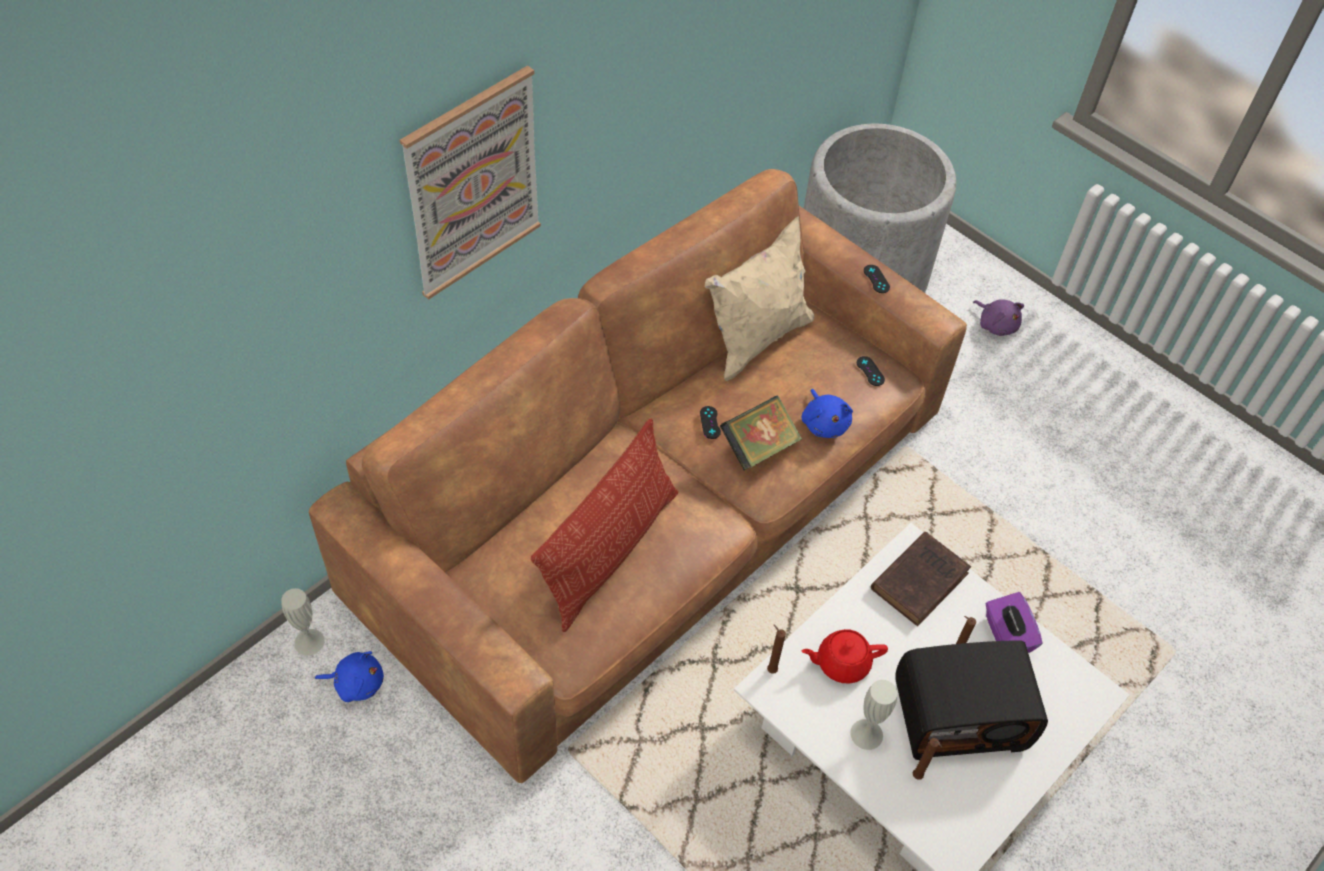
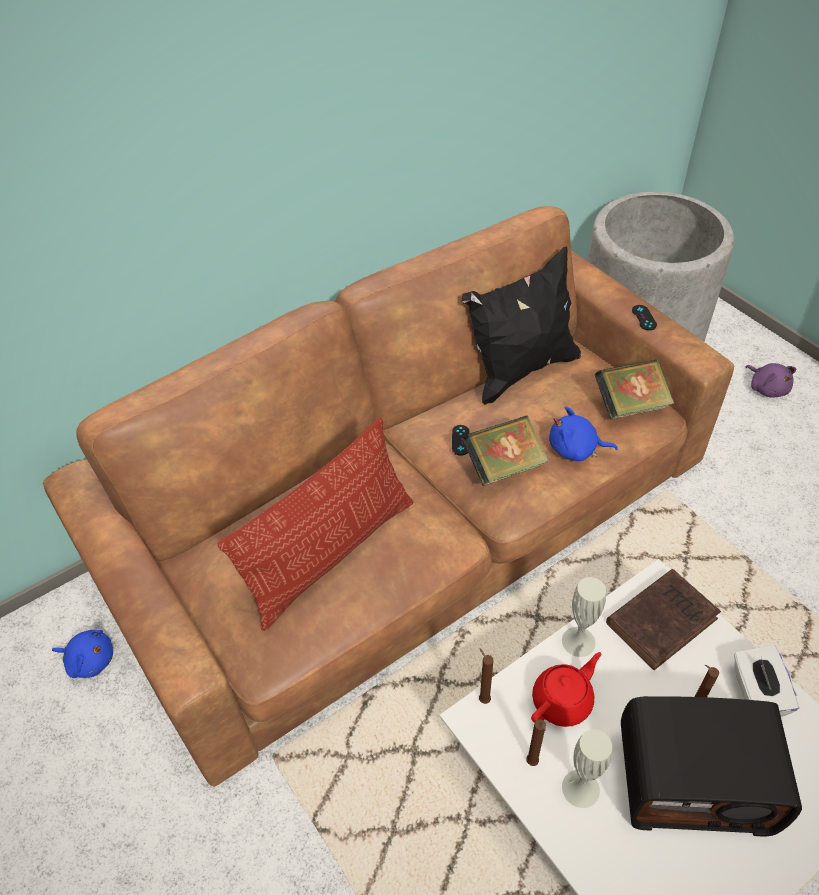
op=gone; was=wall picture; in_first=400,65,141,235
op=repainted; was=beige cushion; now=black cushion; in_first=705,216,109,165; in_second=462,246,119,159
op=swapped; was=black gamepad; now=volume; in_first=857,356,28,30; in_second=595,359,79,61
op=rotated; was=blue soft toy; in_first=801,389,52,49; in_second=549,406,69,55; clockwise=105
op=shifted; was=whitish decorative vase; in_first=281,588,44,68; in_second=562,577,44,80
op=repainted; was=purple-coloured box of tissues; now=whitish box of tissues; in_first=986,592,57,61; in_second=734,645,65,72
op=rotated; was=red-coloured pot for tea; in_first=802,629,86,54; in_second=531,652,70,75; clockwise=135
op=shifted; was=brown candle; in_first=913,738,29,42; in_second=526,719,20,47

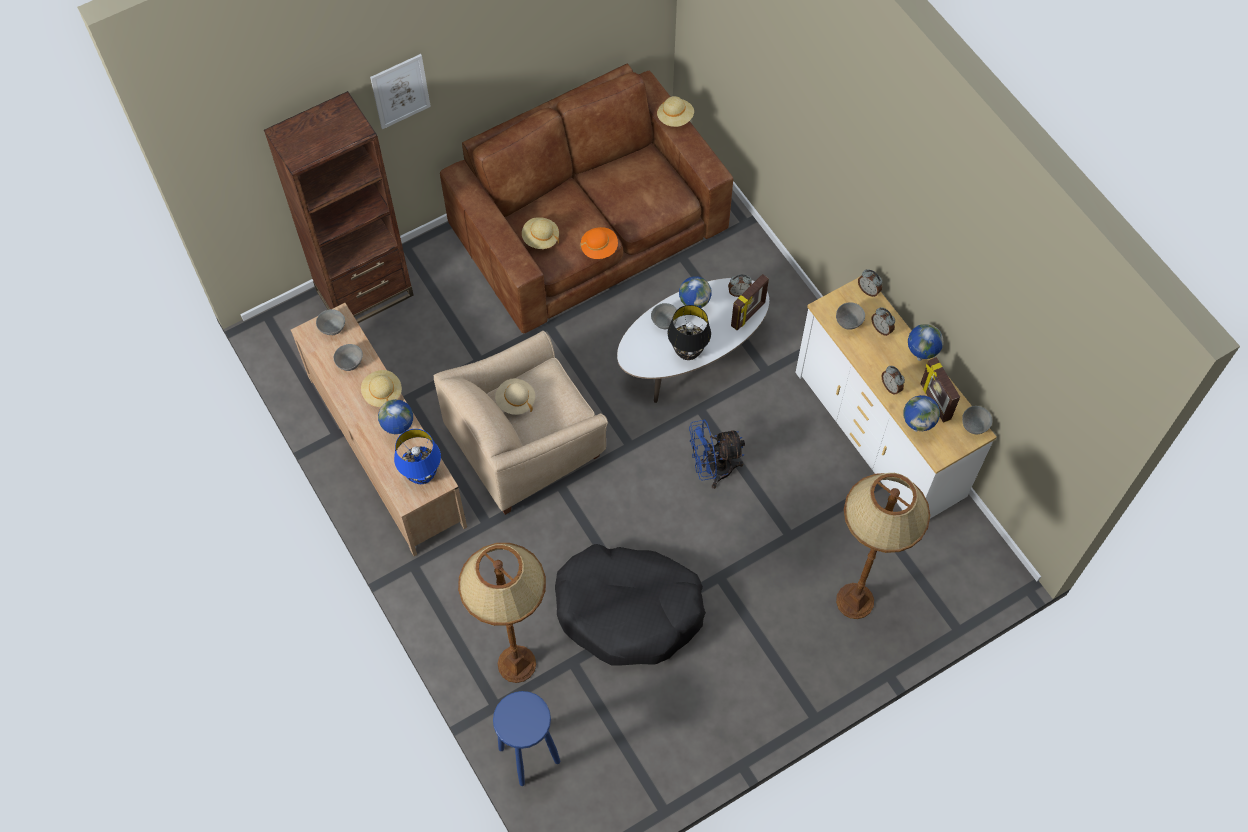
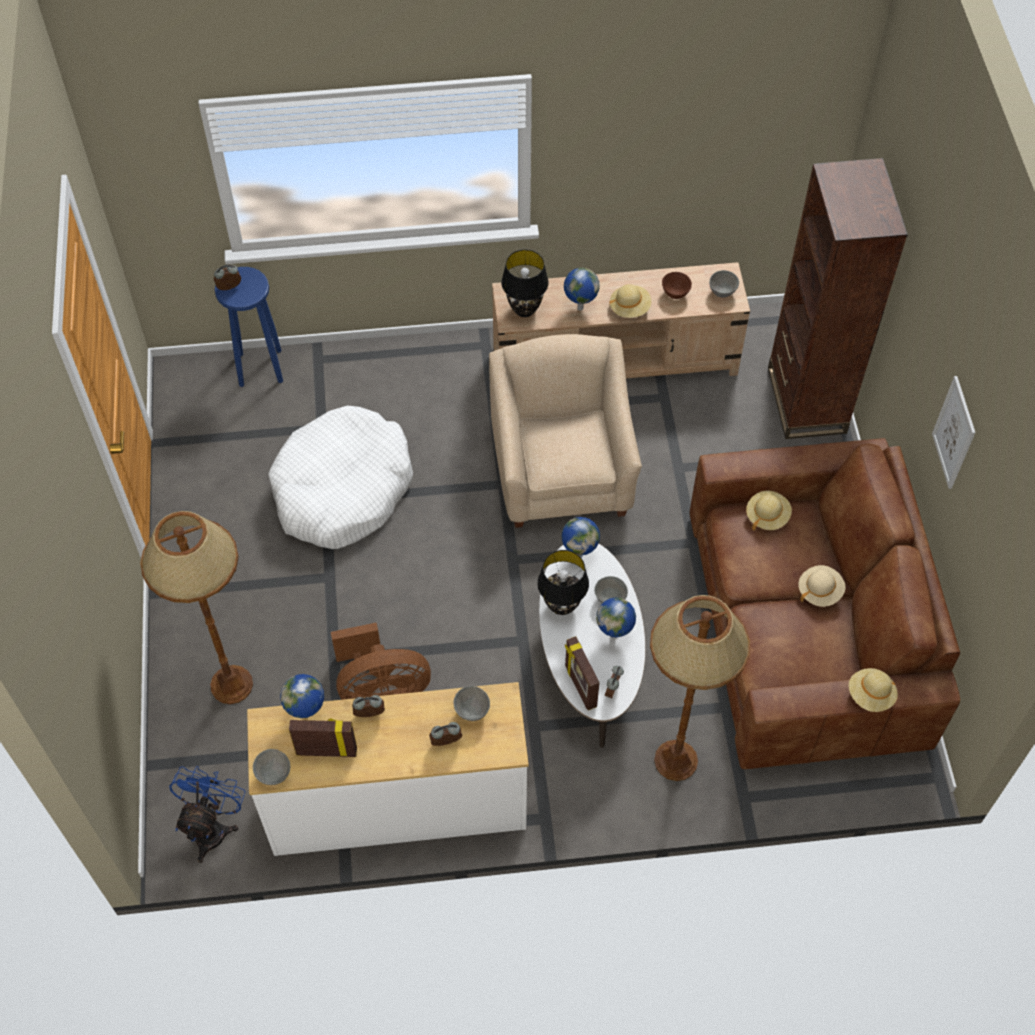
op=shifted; was=wall picture; in_first=370,54,61,75; in_second=932,376,44,113
op=gone; was=orangey wearable hat; in_first=581,227,37,32
op=shifted; was=table clock; in_first=858,269,25,28; in_second=214,265,27,25
op=shifted; was=globe; in_first=908,324,36,37; in_second=561,517,39,41
op=repainted; was=greyish serving bowl; now=brown serving bowl; in_first=334,344,29,27; in_second=662,272,30,27
op=shifted; was=beige wearable hat; in_first=495,379,40,36; in_second=798,565,48,42
op=shifted; was=blue cooling fan; in_first=689,419,56,70; in_second=169,766,76,97
op=repainted; was=blue tabletop lamp; now=black tabletop lamp; in_first=394,429,47,55; in_second=501,249,48,68
op=shifted; was=brown standing lamp; in_first=458,543,88,140; in_second=650,595,100,186
op=repainted; was=black dog cushion; now=whitish dog cushion; in_first=555,544,151,122; in_second=268,405,145,144
op=new; now=brown cooling fan; in_second=331,622,100,78

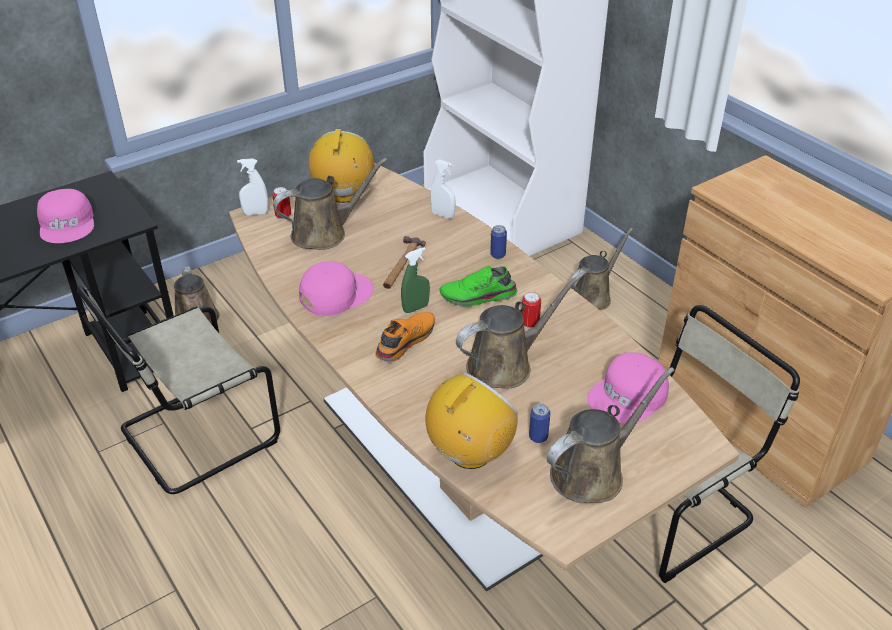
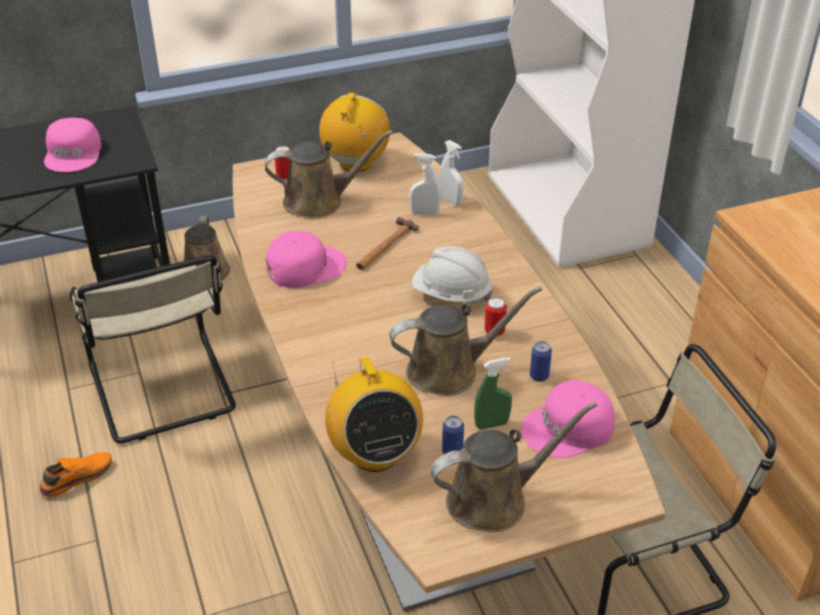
op=shifted; was=whitish spray bottle; in_first=237,158,32,57; in_second=410,153,31,63
op=shifted; was=sealed can; in_first=490,225,17,34; in_second=530,341,22,41
op=gone; was=brown watering can; in_first=571,228,62,82
op=shifted; was=green-coloured spray bottle; in_first=401,247,29,66; in_second=474,357,38,73
op=swapped; was=green-coloured low shoe; now=whitish safety helmet; in_first=440,266,78,41; in_second=412,246,81,57
op=rotated; was=beige upright chair; in_first=77,286,203,208; in_second=70,255,166,188; clockwise=-90
op=shifted; was=orangey low shoe; in_first=375,312,60,50; in_second=39,452,73,46
op=rotated; was=radio receiver; in_first=426,373,92,96; in_second=325,357,98,115; clockwise=105

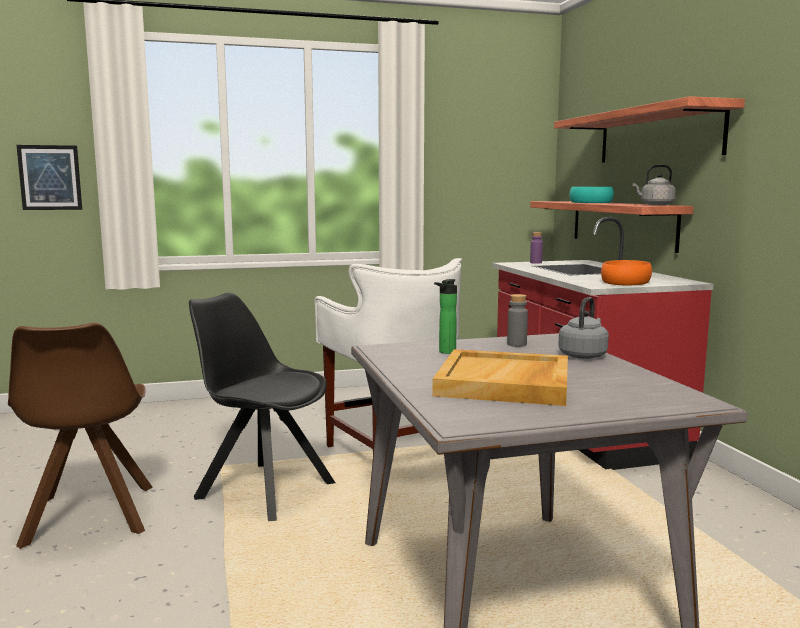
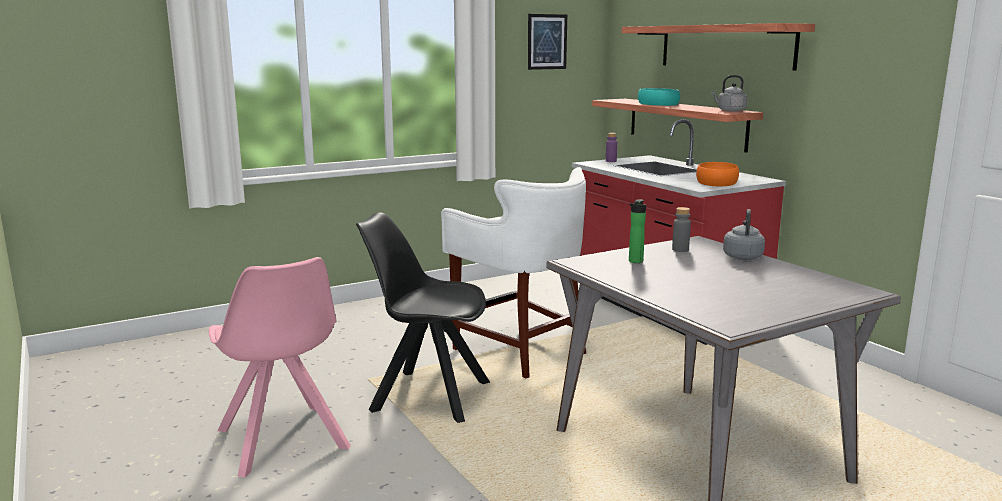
op=shifted; was=wall picture; in_first=17,145,65,65; in_second=528,14,39,56
op=repainted; was=brown upright chair; now=pink-coloured upright chair; in_first=8,323,145,226; in_second=209,257,142,221
op=gone; was=beige carrying tray; in_first=432,349,136,57

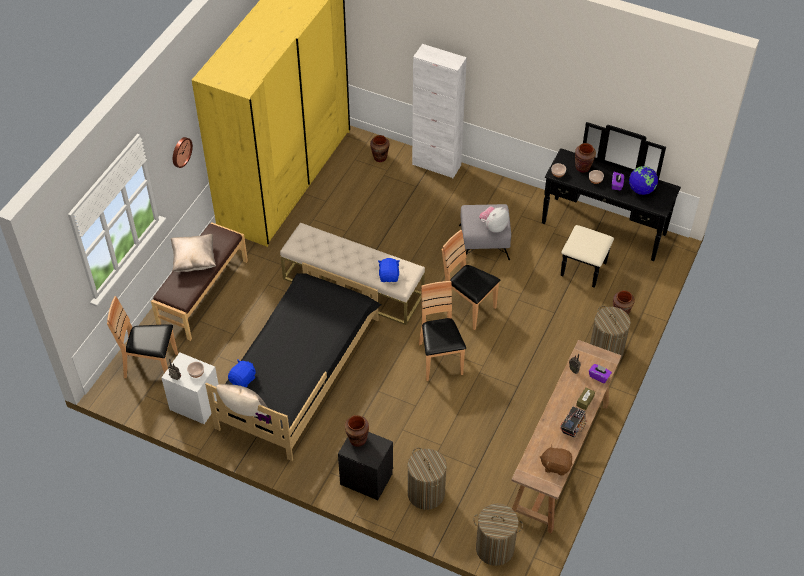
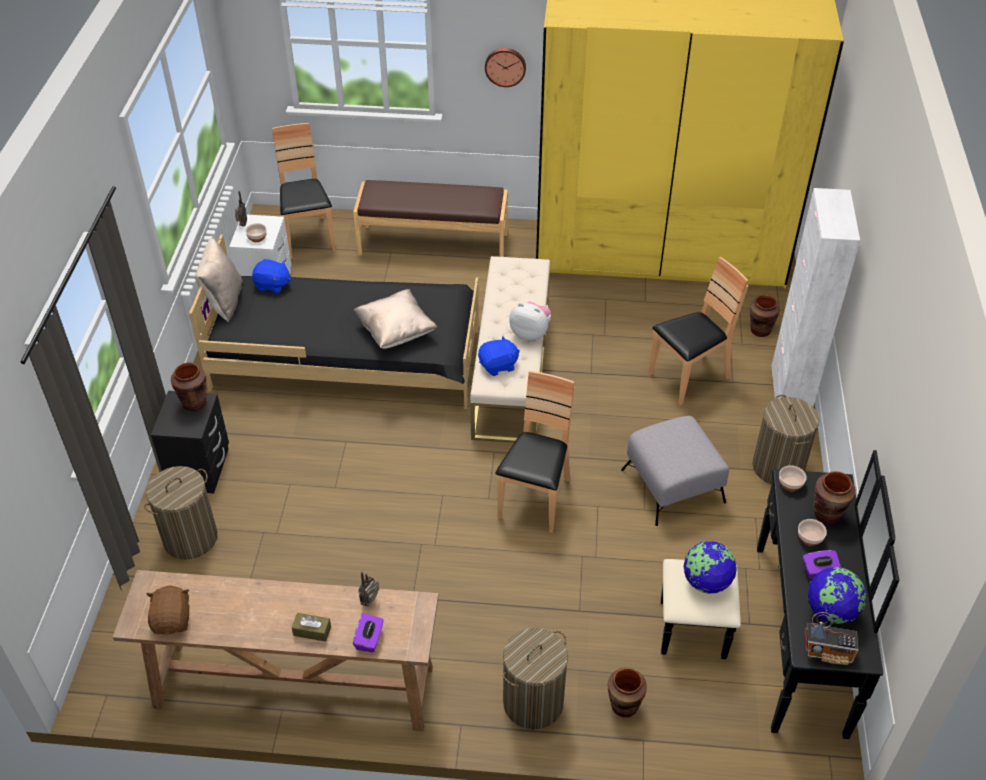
op=shifted; was=soft toy; in_first=479,206,30,27; in_second=509,301,42,40
op=shifted; was=beige cushion; in_first=171,234,45,38; in_second=354,289,83,60
op=shifted; was=brown upright chair; in_first=419,281,47,100; in_second=648,257,100,148
op=shifted; was=radio receiver; in_first=560,407,27,31; in_second=805,612,54,53
op=shifted; was=hamper; in_first=473,504,50,62; in_second=752,395,67,90
op=new; now=globe; in_second=683,541,54,53

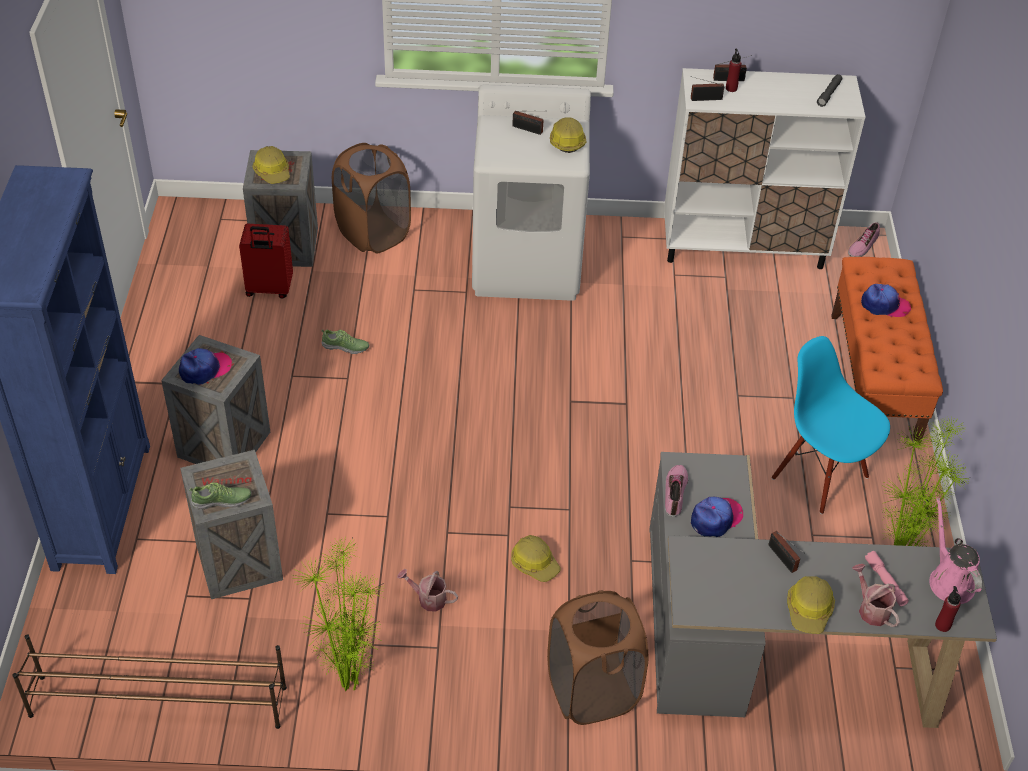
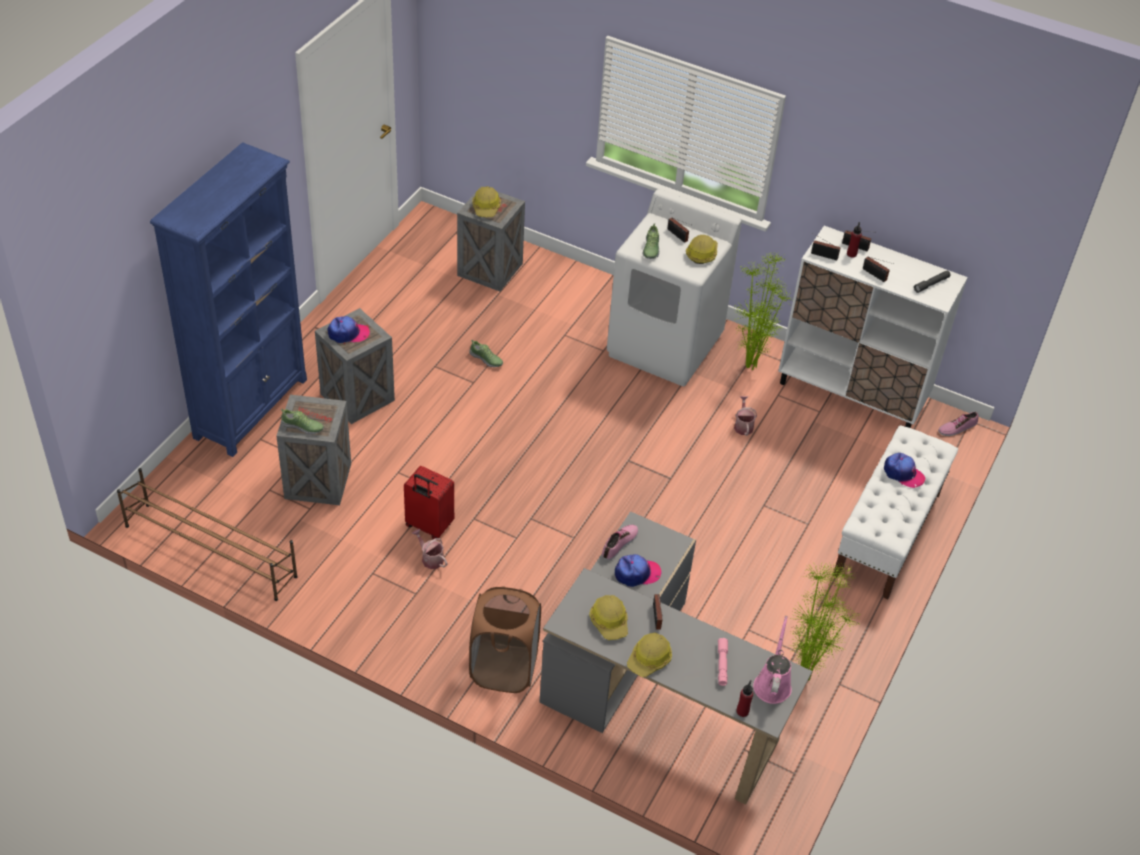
op=gone; was=brown hamper; in_first=332,143,79,110
op=shifted; was=red-coloured travel case; in_first=239,224,54,75; in_second=404,466,50,73
op=repainted; was=orangey bench; now=whitish bench; in_first=831,257,112,188; in_second=833,425,125,174
op=gone; was=blue upright chair; in_first=771,336,119,178
op=shifted; was=safety helmet; in_first=511,535,50,47; in_second=589,595,39,45
op=shifted; was=plant in a pot; in_first=294,536,90,155; in_second=735,252,58,118
op=shifted; was=watering can; in_first=852,564,48,63; in_second=734,396,23,40
op=new; now=low shoe; in_second=643,223,16,36
op=new; now=radio receiver; in_second=863,257,31,25

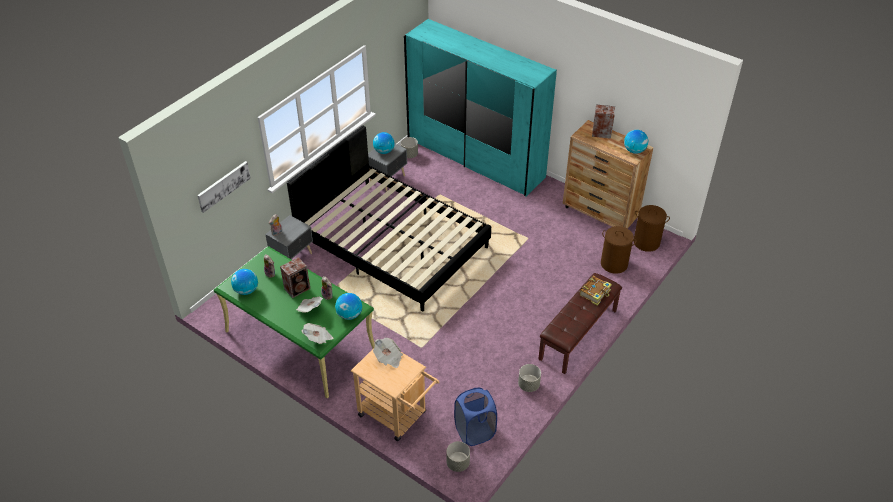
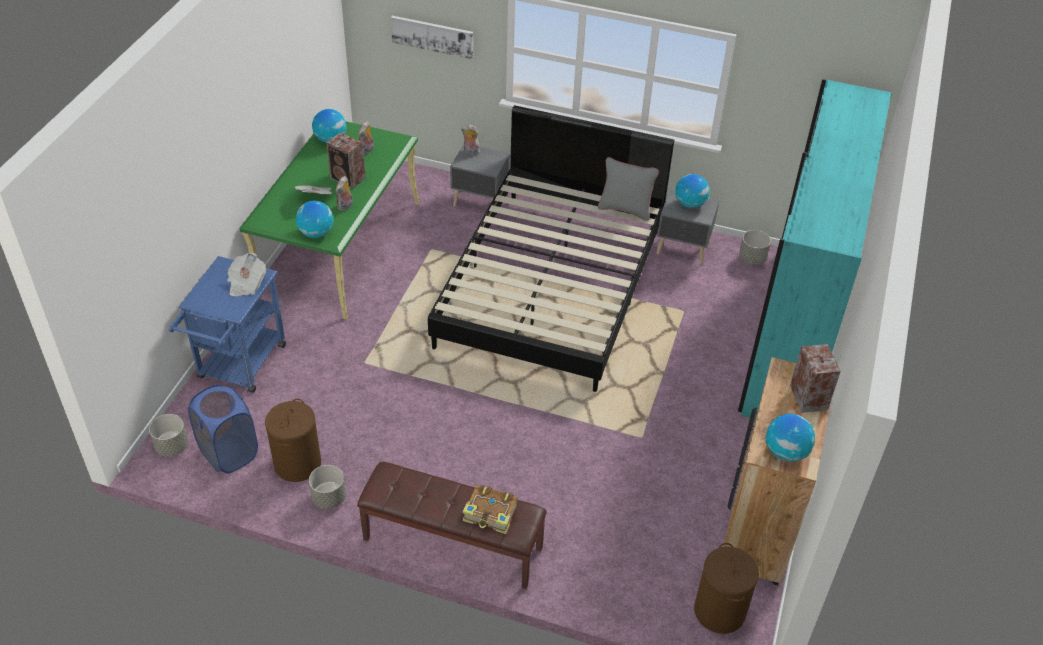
op=shifted; was=brown hamper; in_first=601,226,36,48; in_second=265,399,56,83
op=gone; was=printed paper; in_first=301,323,32,21
op=repainted; was=beige wheeled cart; now=blue wheeled cart; in_first=351,348,88,93; in_second=169,256,117,137
op=new; now=greyish cushion; in_second=598,157,61,64

